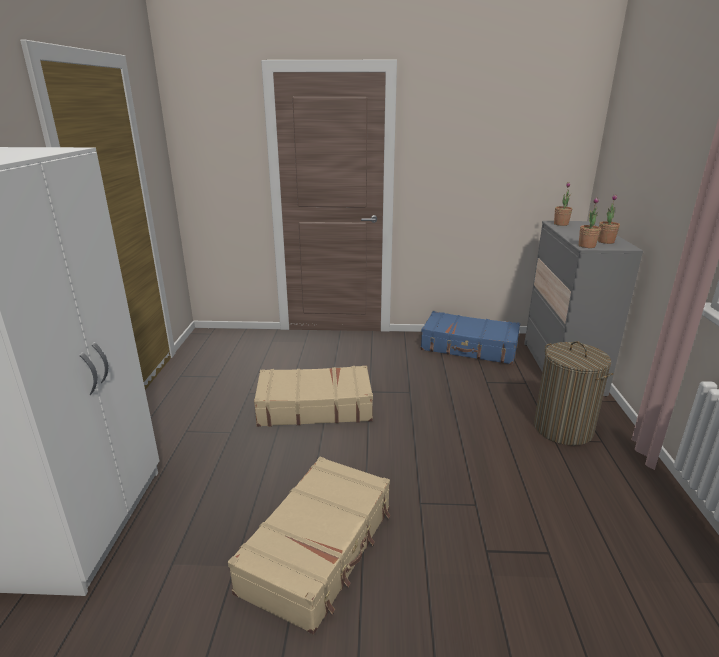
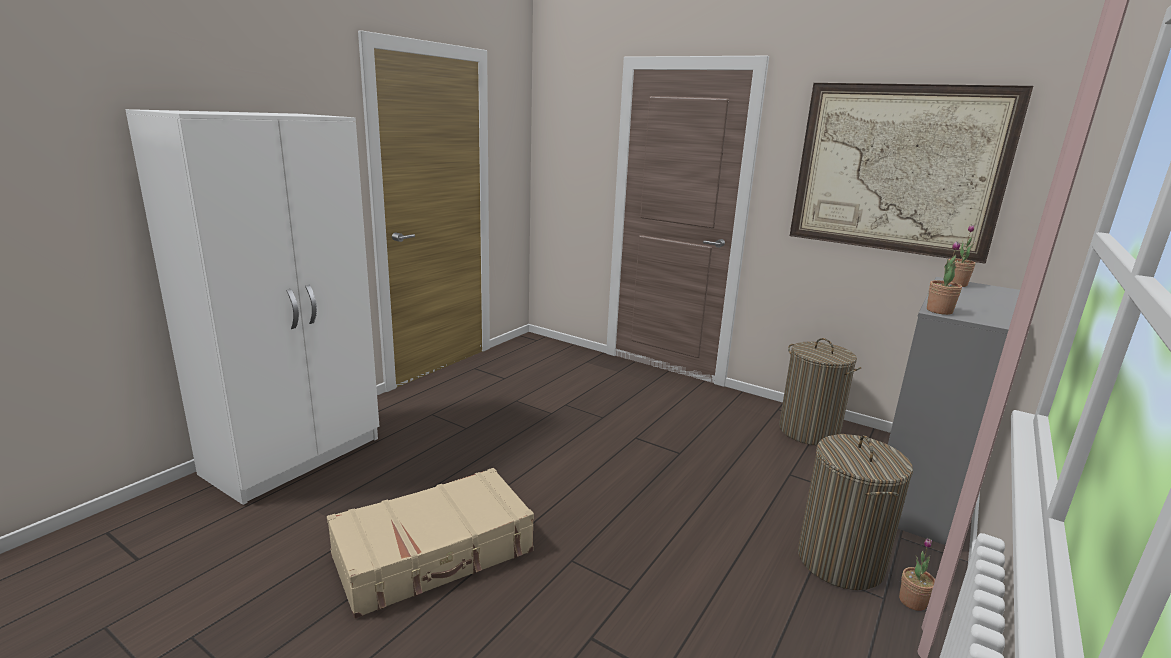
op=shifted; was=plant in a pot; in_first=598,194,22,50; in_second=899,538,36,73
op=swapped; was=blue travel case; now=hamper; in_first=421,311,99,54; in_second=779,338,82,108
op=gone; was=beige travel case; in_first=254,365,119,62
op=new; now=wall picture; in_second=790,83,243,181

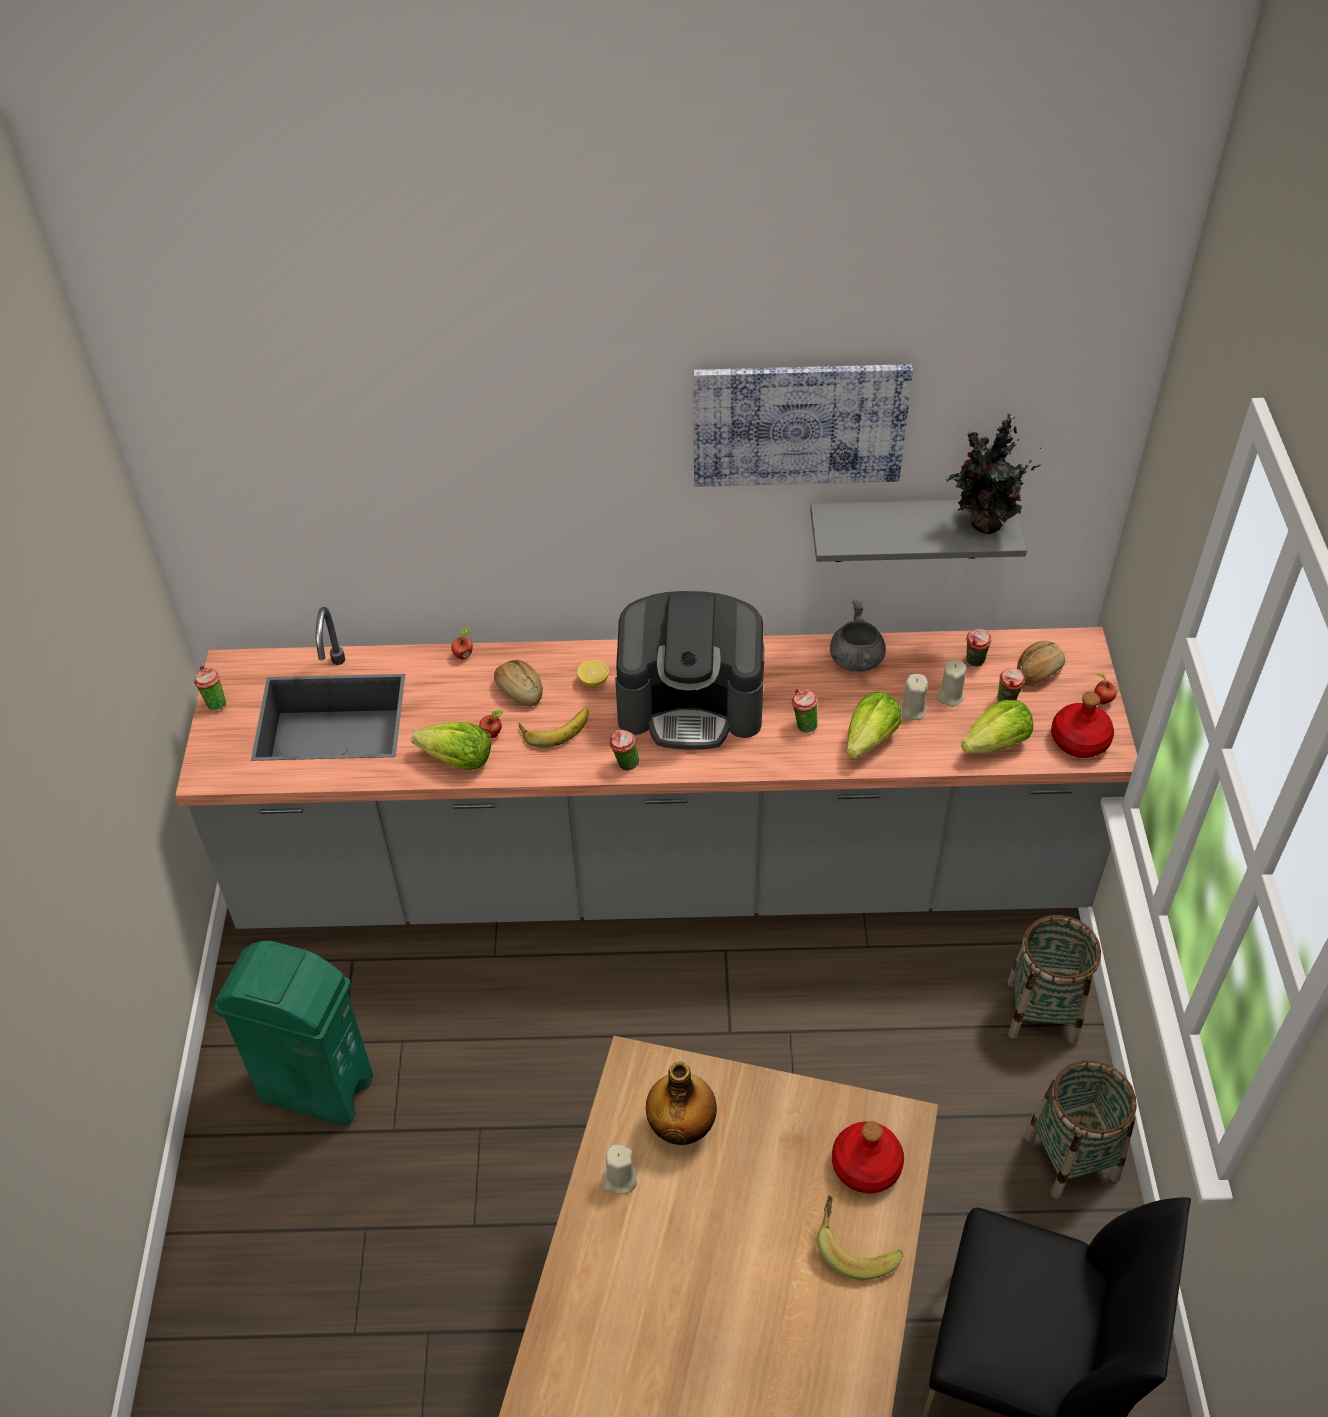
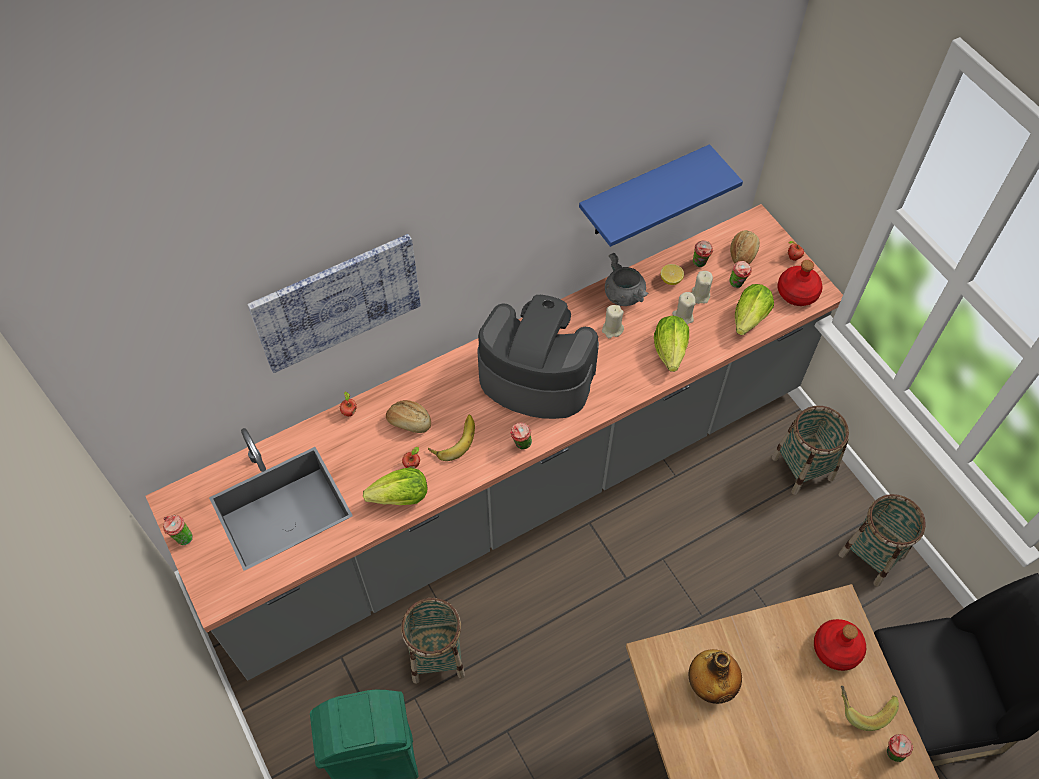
op=shifted; was=wall picture; in_first=694,364,219,123; in_second=247,234,174,139
op=gone; was=plant in a pot; in_first=946,413,95,121
op=repainted; was=greyish shelf; now=blue shelf; in_first=810,500,217,62; in_second=579,144,164,103
op=rotated; was=coffee brewer; in_first=615,591,149,159; in_second=477,295,122,124; clockwise=-135
op=shifted; was=whole lemon; in_first=577,660,32,27; in_second=661,264,23,21
op=shifted; was=drinking cup; in_first=792,689,26,43; in_second=887,734,26,28
op=shifted; was=beige candle; in_first=603,1144,34,50; in_second=602,305,22,33
op=new; now=household basket; in_second=401,598,64,86

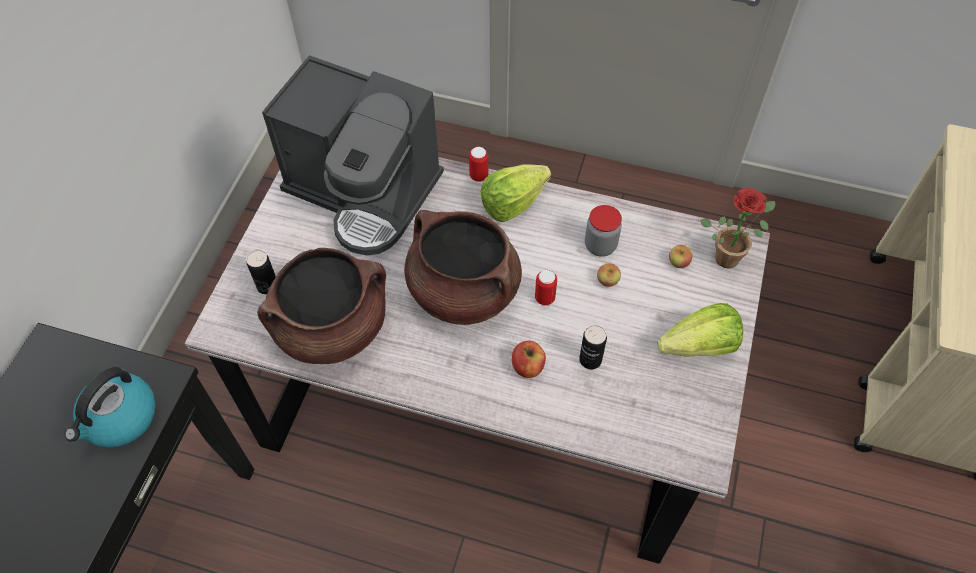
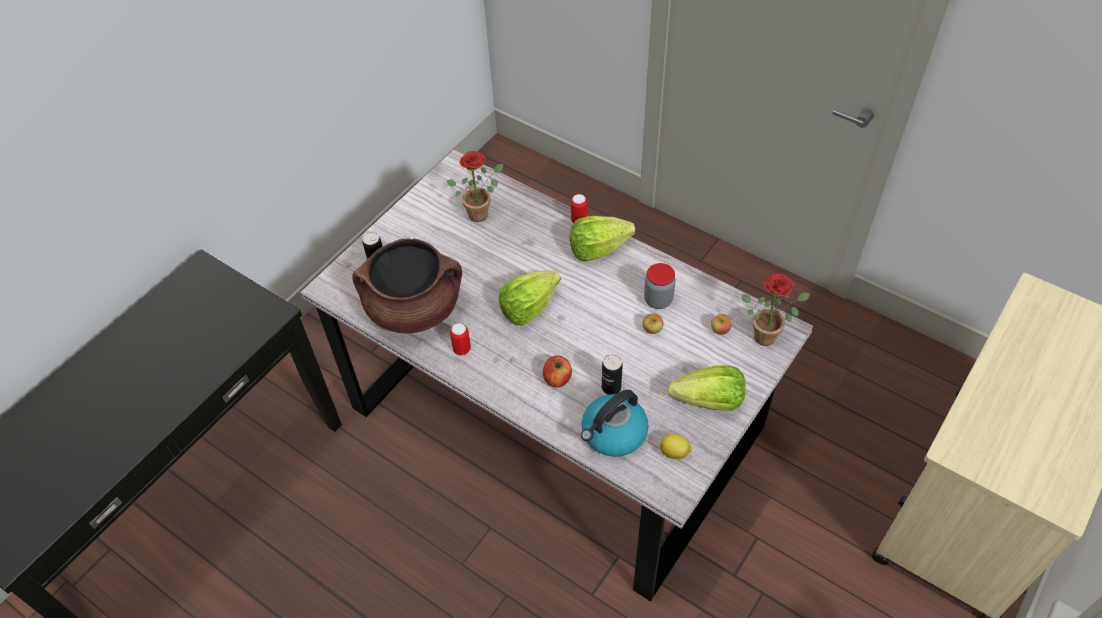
op=swapped; was=coffee brewer; now=plant in a pot; in_first=262,55,182,200; in_second=447,151,56,71
op=swapped; was=brown saucepot; now=lettuce head; in_first=404,210,118,115; in_second=499,270,62,55
op=shifted; was=sealed can; in_first=535,270,22,36; in_second=450,323,21,32
op=shifted; was=tea kettle; in_first=65,367,90,81; in_second=581,390,67,67
op=new; now=whole lemon; in_second=660,433,32,26

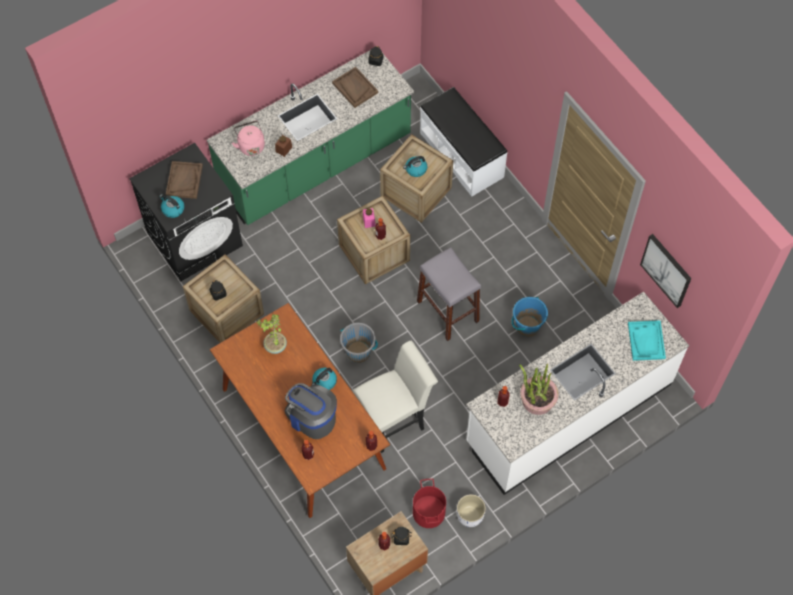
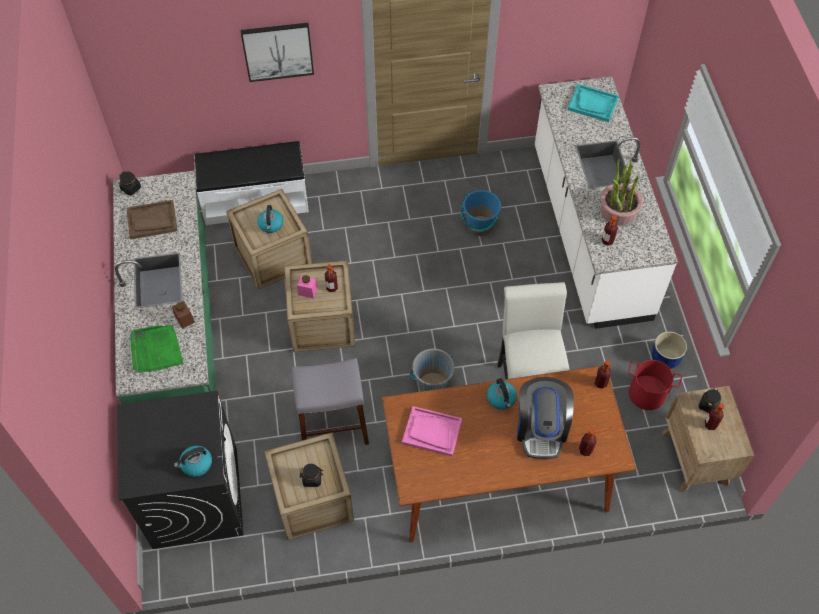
op=swapped; was=pink-coloured tea kettle; now=green-coloured carrying tray; in_first=232,120,33,36; in_second=130,325,53,48
op=gone; was=brown carrying tray; in_first=166,161,37,38
op=shifted; was=wall picture; in_first=640,234,51,74; in_second=240,23,74,59
op=shifted; was=greyish stool; in_first=417,247,64,94; in_second=292,358,77,87
op=swapped; was=plant in a pot; now=pink-coloured carrying tray; in_first=257,314,30,40; in_second=402,406,60,50
op=rotated; was=coffee brewer; in_first=284,383,53,56; in_second=517,377,57,82; clockwise=-60
op=repainted; was=whitish plant pot; now=blue plant pot; in_first=457,494,29,33; in_second=652,331,35,38

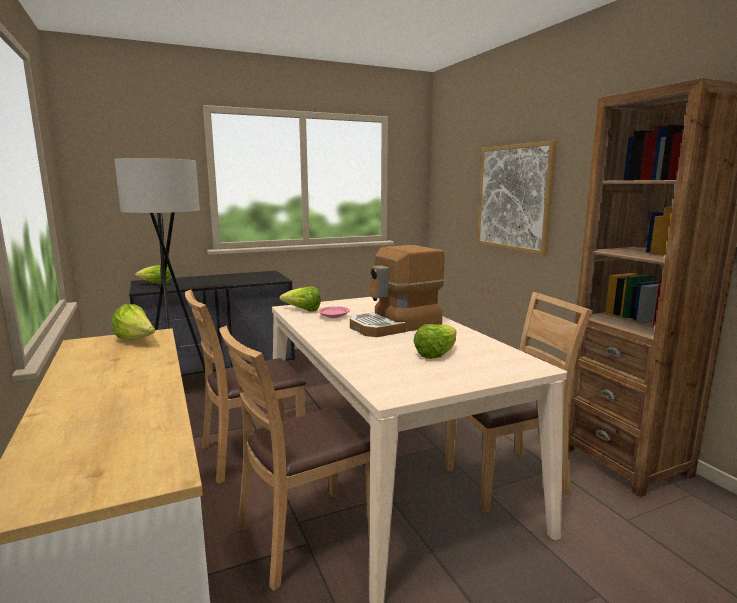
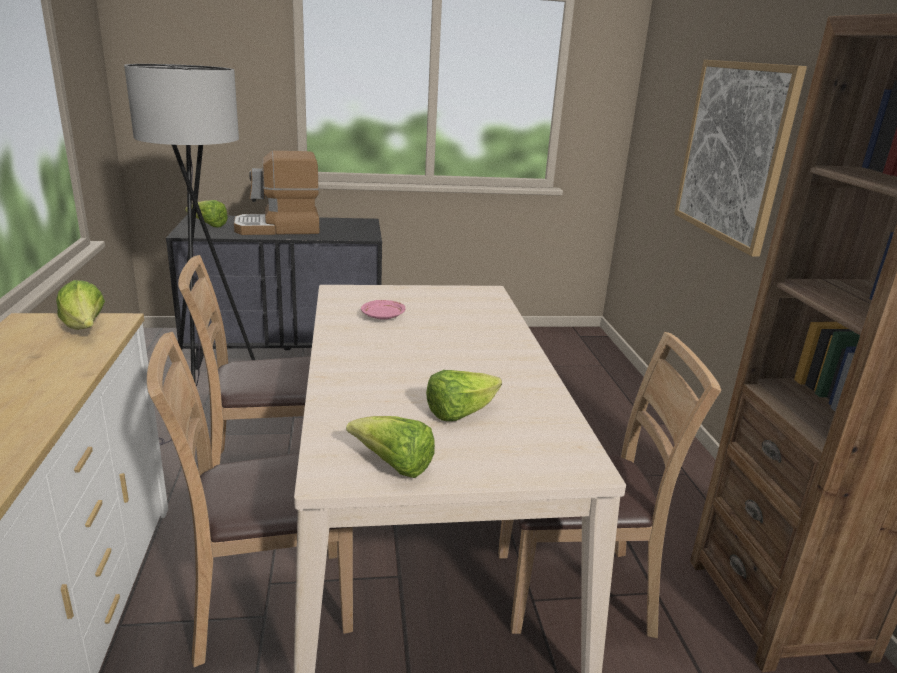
op=shifted; was=coffee brewer; in_first=350,245,95,92; in_second=234,151,85,84
op=shifted; was=lettuce head; in_first=280,286,41,25; in_second=346,416,89,62

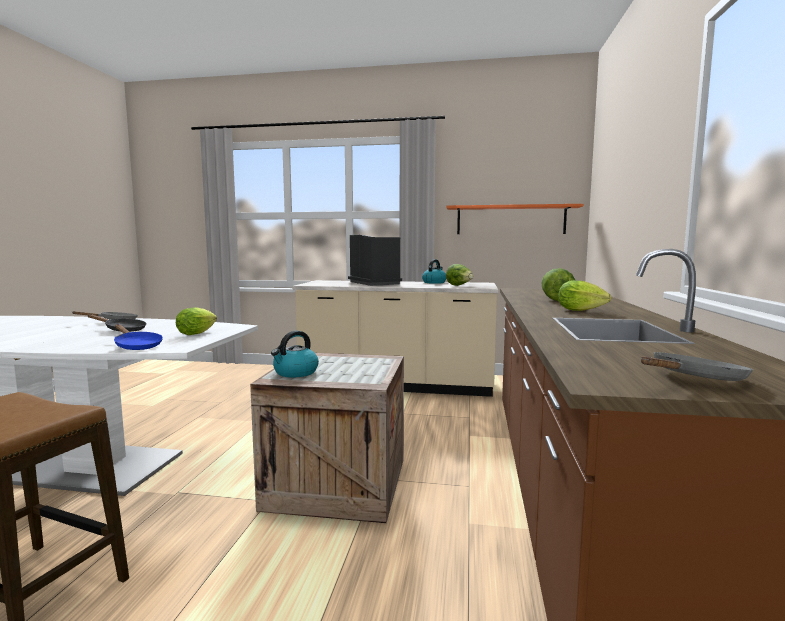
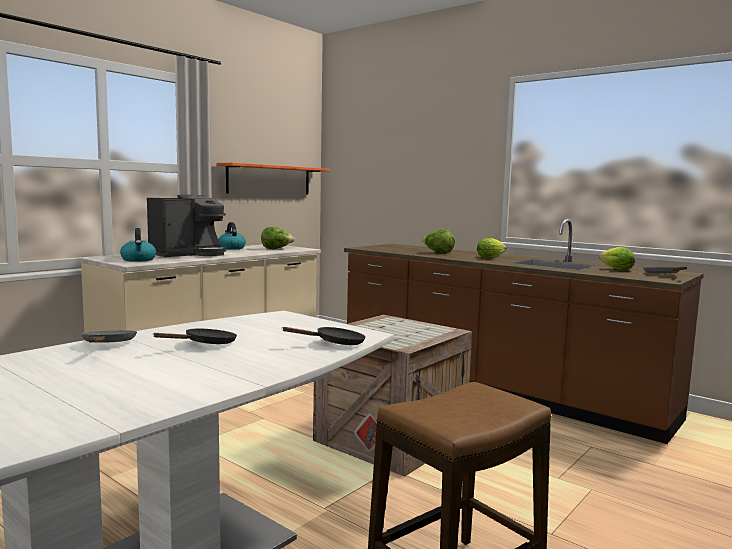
op=rotated; was=coffee brewer; in_first=348,235,54,51; in_second=147,195,79,62; clockwise=135
op=shifted; was=lettuce head; in_first=176,307,41,28; in_second=599,247,36,23
op=repainted; was=blue frying pan; now=black frying pan; in_first=114,324,49,26; in_second=282,327,84,18
op=shifted; was=tea kettle; in_first=271,331,48,46; in_second=120,228,36,34

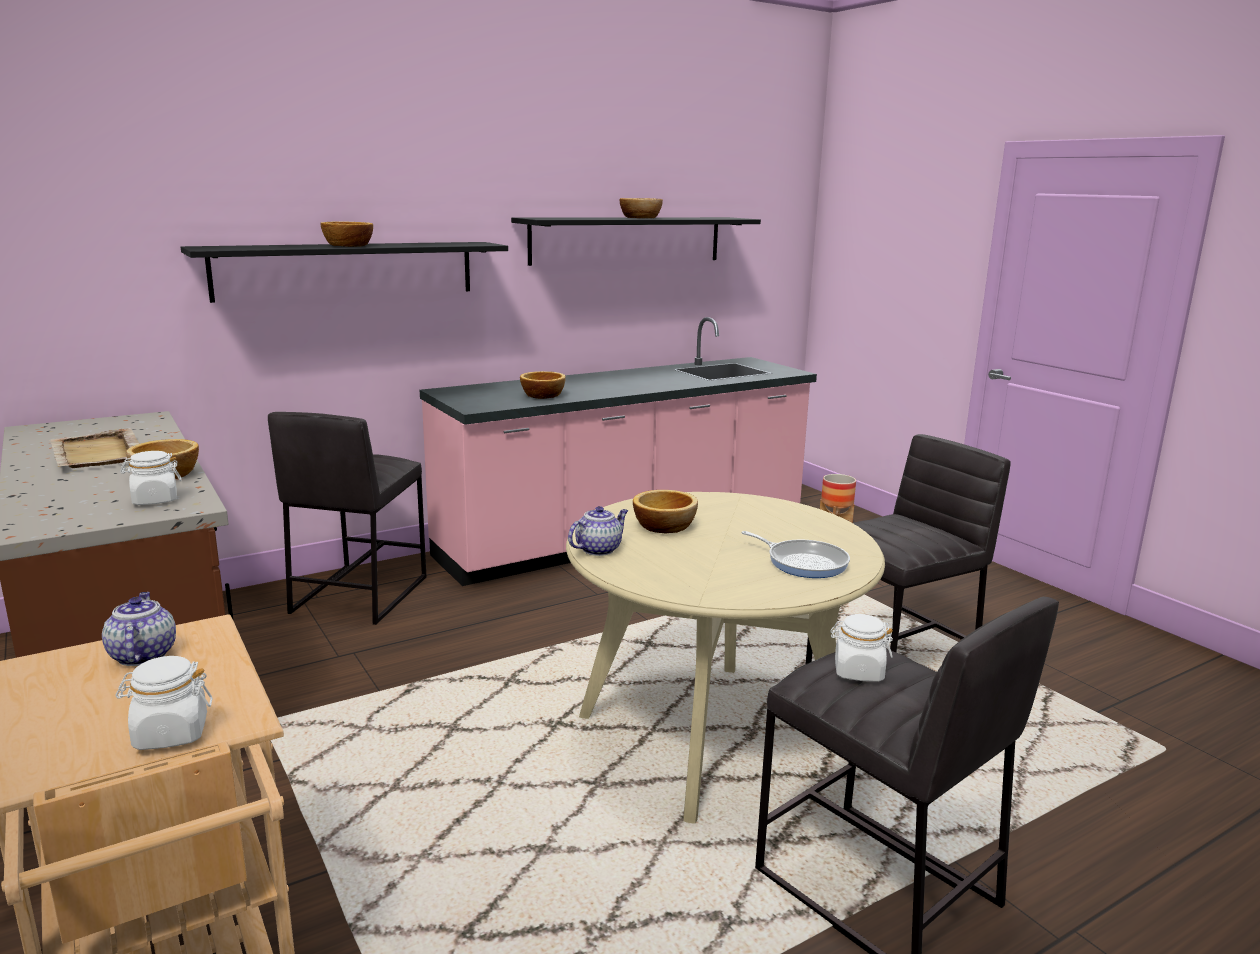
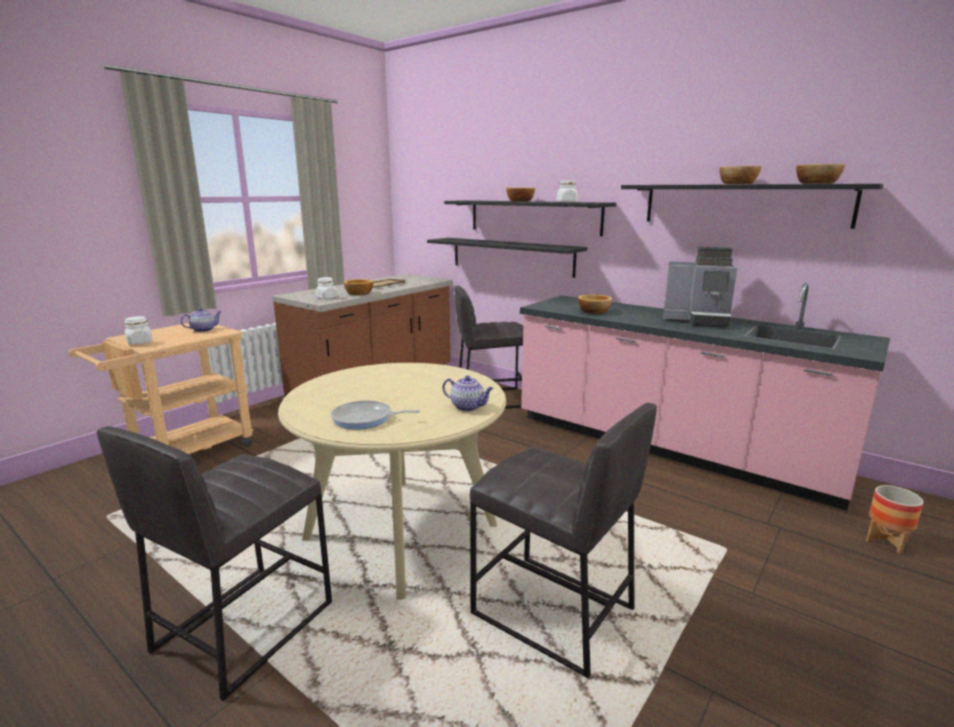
op=shifted; was=serving bowl; in_first=633,490,65,44; in_second=796,164,49,20
op=shifted; was=pot for tea; in_first=568,506,60,50; in_second=443,376,51,35
op=rotated; was=frying pan; in_first=741,531,109,47; in_second=331,400,89,29; clockwise=75
op=shifted; was=whitish jar; in_first=830,614,63,68; in_second=557,180,21,22
op=new; now=black shelf; in_second=427,238,160,40
op=new; now=coffee brewer; in_second=663,247,75,81

